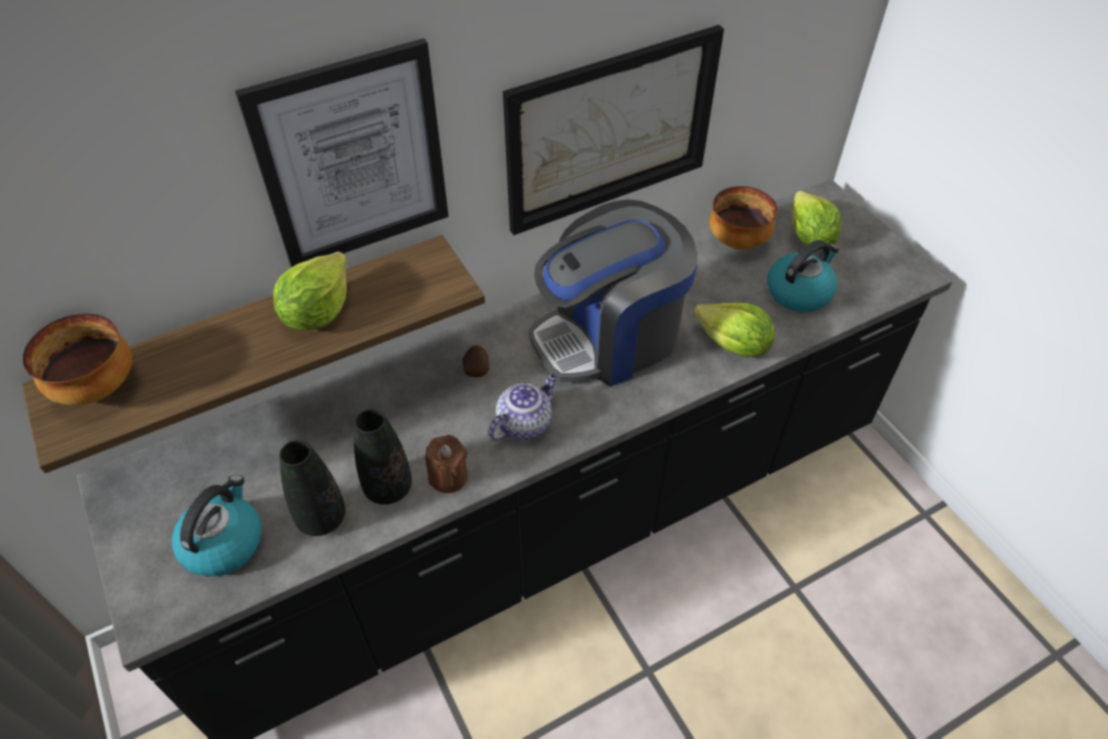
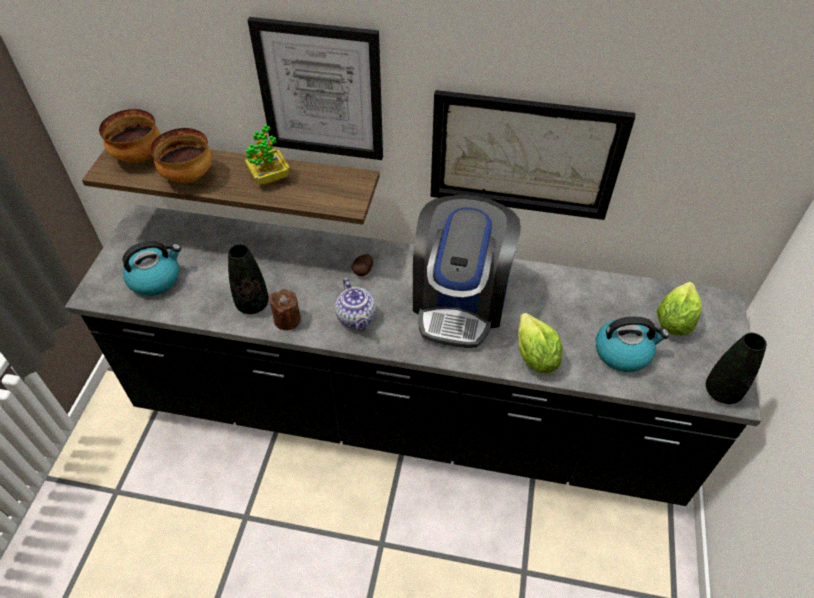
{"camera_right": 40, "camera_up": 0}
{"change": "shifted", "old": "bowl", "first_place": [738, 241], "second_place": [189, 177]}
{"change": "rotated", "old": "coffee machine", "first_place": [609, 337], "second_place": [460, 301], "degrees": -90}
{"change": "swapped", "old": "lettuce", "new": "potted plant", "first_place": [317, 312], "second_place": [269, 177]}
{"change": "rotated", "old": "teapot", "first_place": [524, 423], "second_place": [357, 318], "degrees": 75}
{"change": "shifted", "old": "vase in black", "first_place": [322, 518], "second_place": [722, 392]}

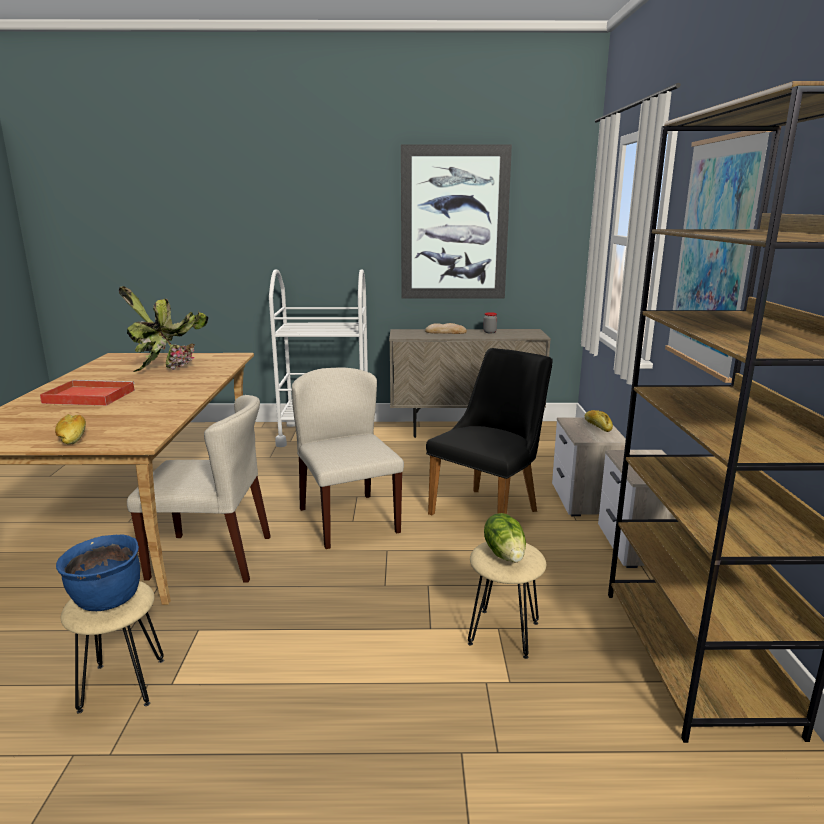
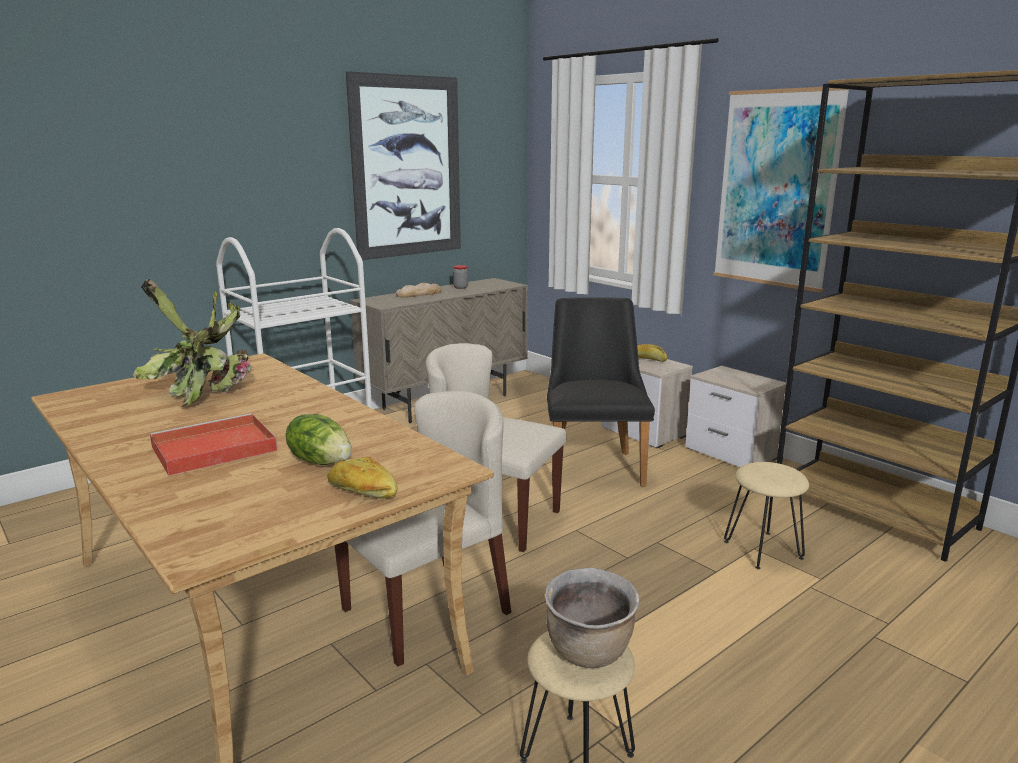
{"camera_right": -40, "camera_up": 0}
{"change": "shifted", "old": "lettuce", "first_place": [505, 554], "second_place": [321, 461]}
{"change": "repainted", "old": "cooking pot in blue", "new": "cooking pot in brown", "first_place": [107, 601], "second_place": [589, 652]}

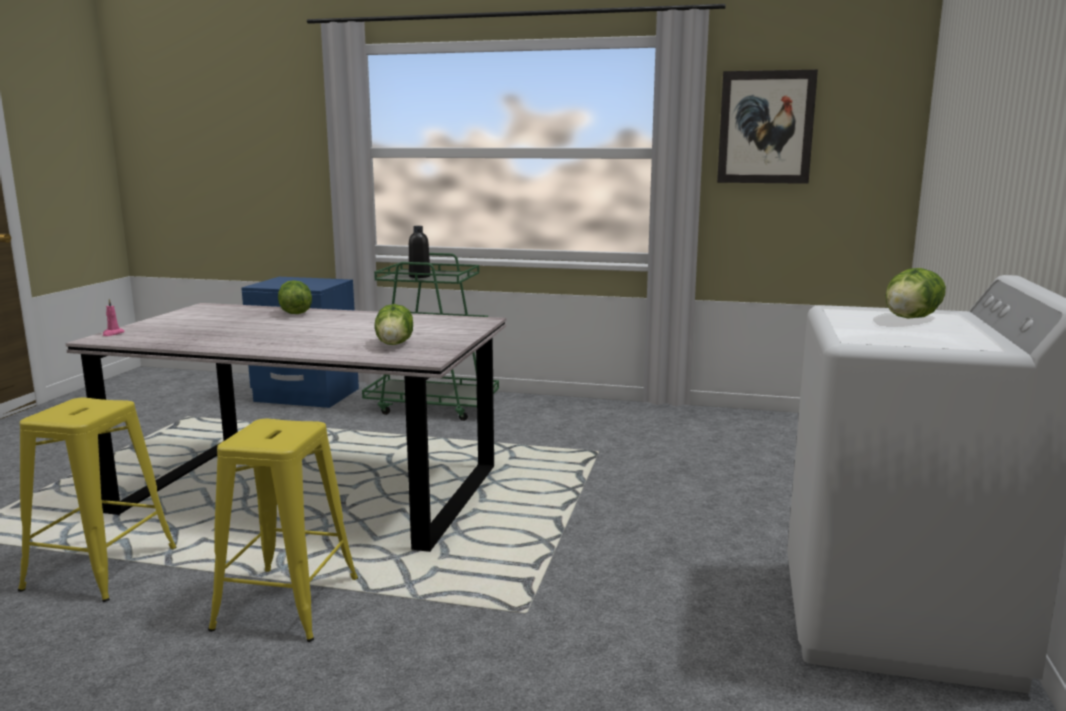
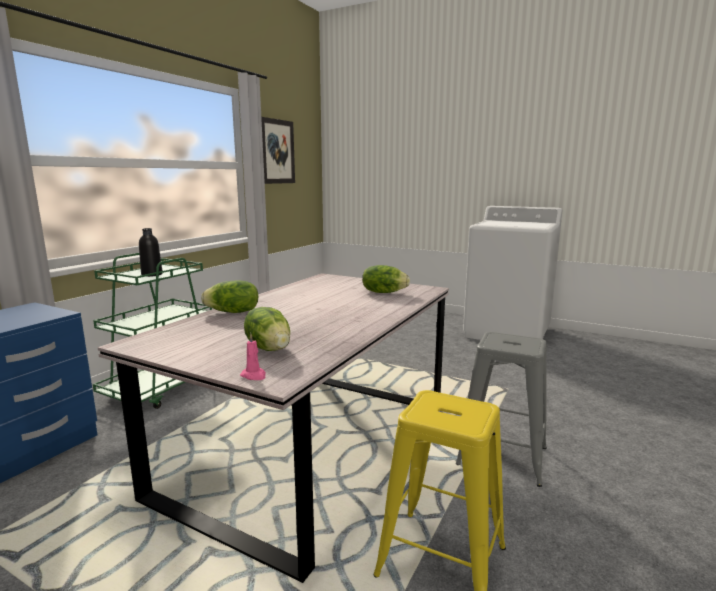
{"camera_right": -75, "camera_up": 0}
{"change": "shifted", "old": "lettuce", "first_place": [912, 318], "second_place": [270, 348]}
{"change": "repainted", "old": "stool in yellow", "new": "stool in grey", "first_place": [287, 603], "second_place": [502, 456]}

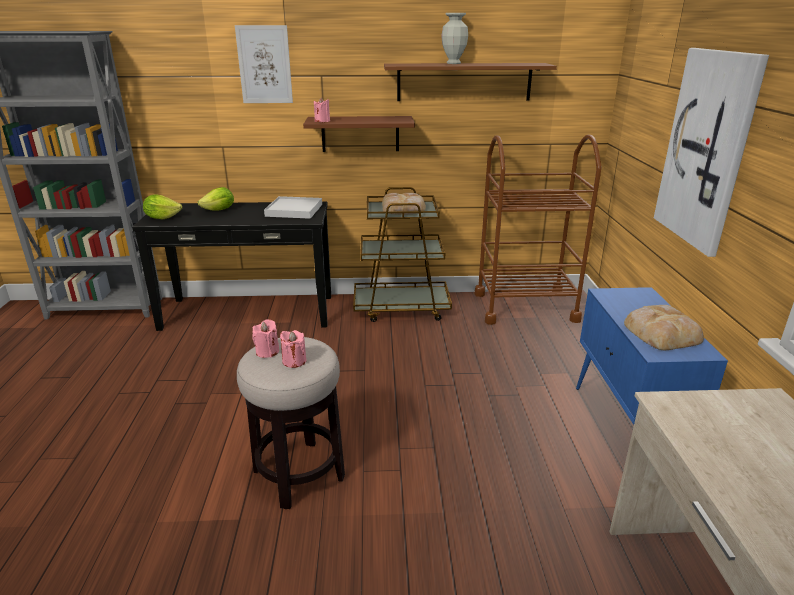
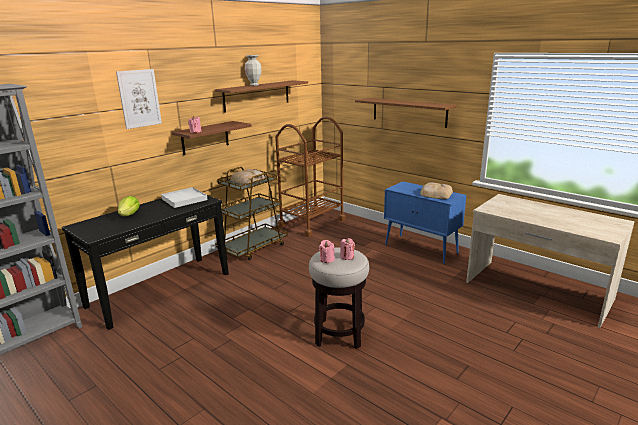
{"camera_right": -45, "camera_up": -5}
{"change": "swapped", "old": "picture", "new": "shelf in brown", "first_place": [707, 149], "second_place": [409, 112]}
{"change": "gone", "old": "lettuce", "first_place": [162, 217]}

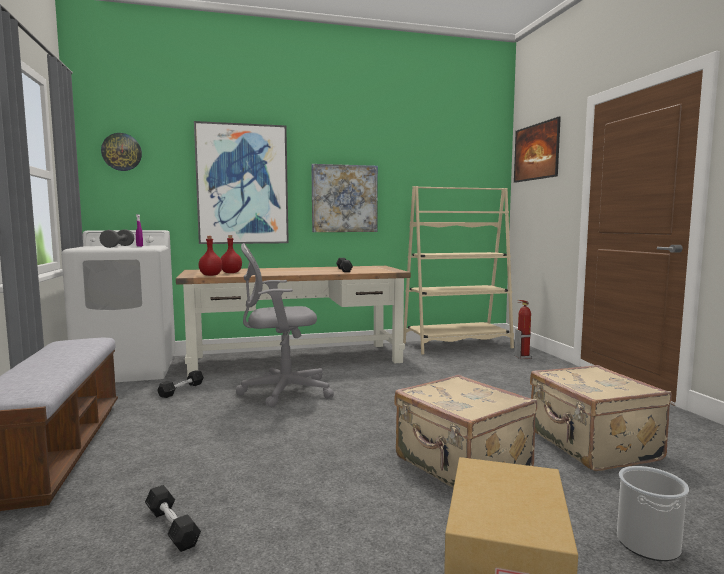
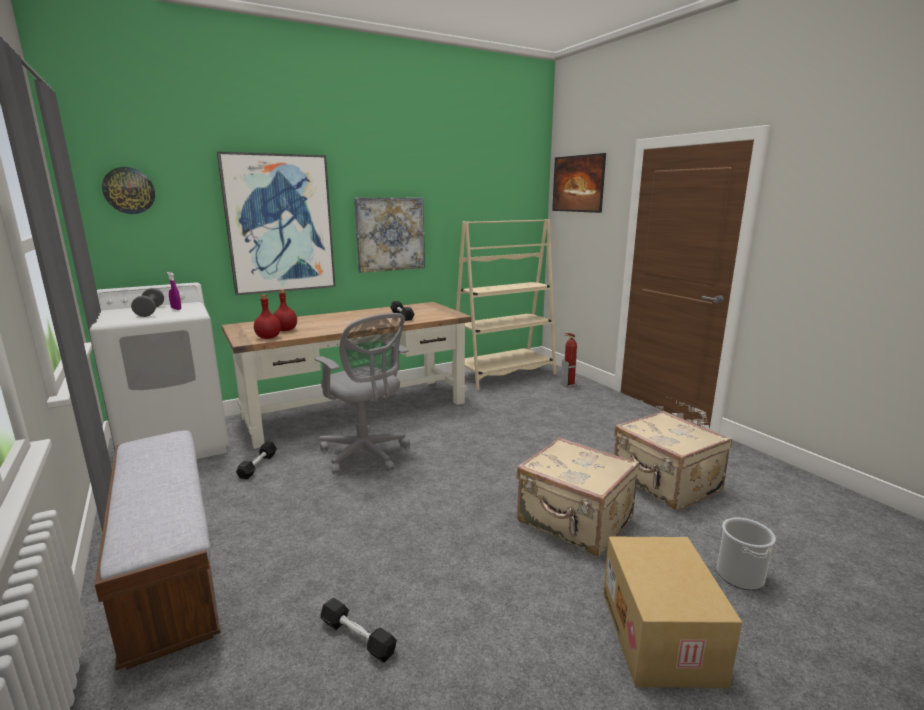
{"camera_right": -15, "camera_up": 10}
{"change": "rotated", "old": "office chair in grey", "first_place": [281, 391], "second_place": [366, 455], "degrees": -105}

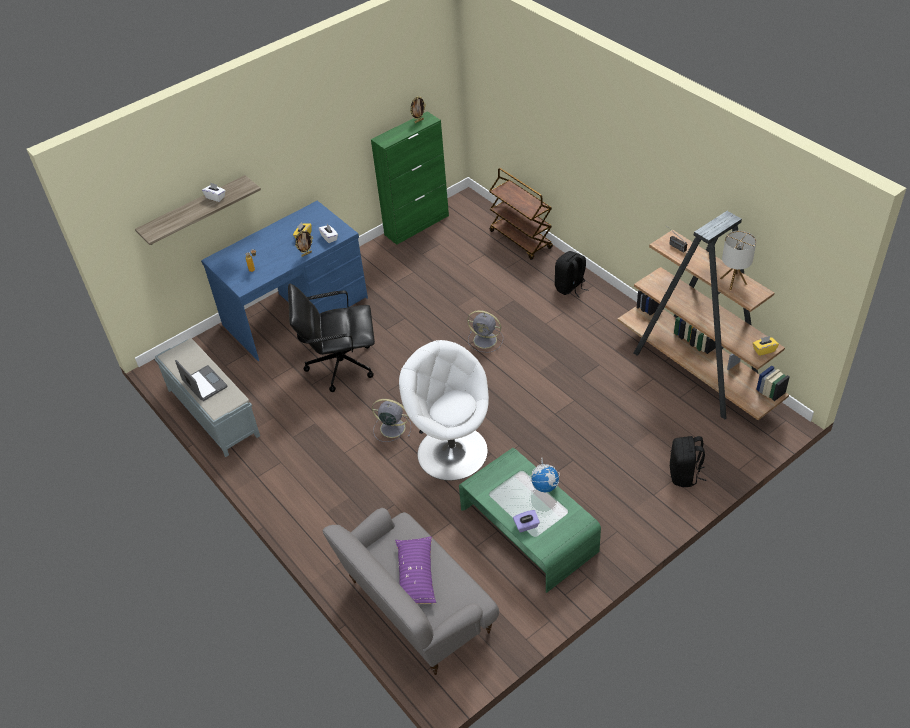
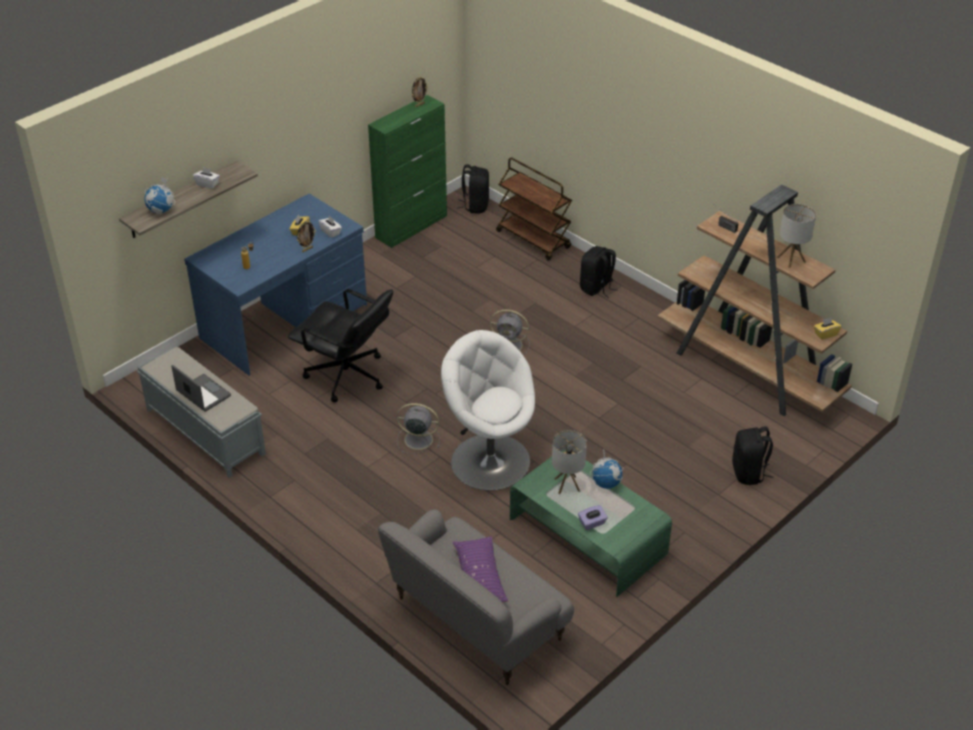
{"camera_right": -10, "camera_up": -5}
{"change": "rotated", "old": "office chair in black", "first_place": [340, 365], "second_place": [346, 376], "degrees": -135}
{"change": "new", "new": "backpack in black", "second_place": [475, 206]}
{"change": "new", "new": "globe", "second_place": [161, 210]}
{"change": "new", "new": "table lamp", "second_place": [567, 485]}

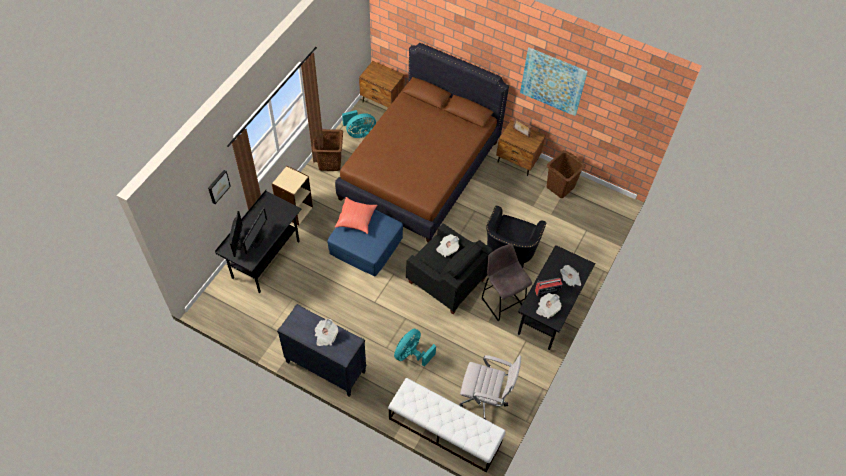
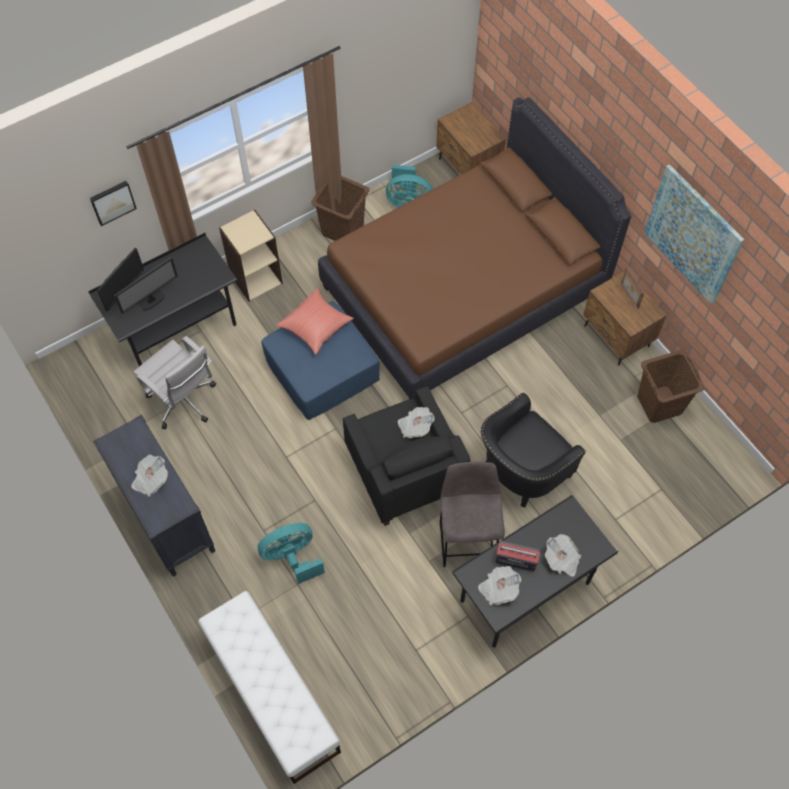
{"camera_right": 30, "camera_up": 5}
{"change": "shifted", "old": "office chair in white", "first_place": [485, 399], "second_place": [185, 402]}

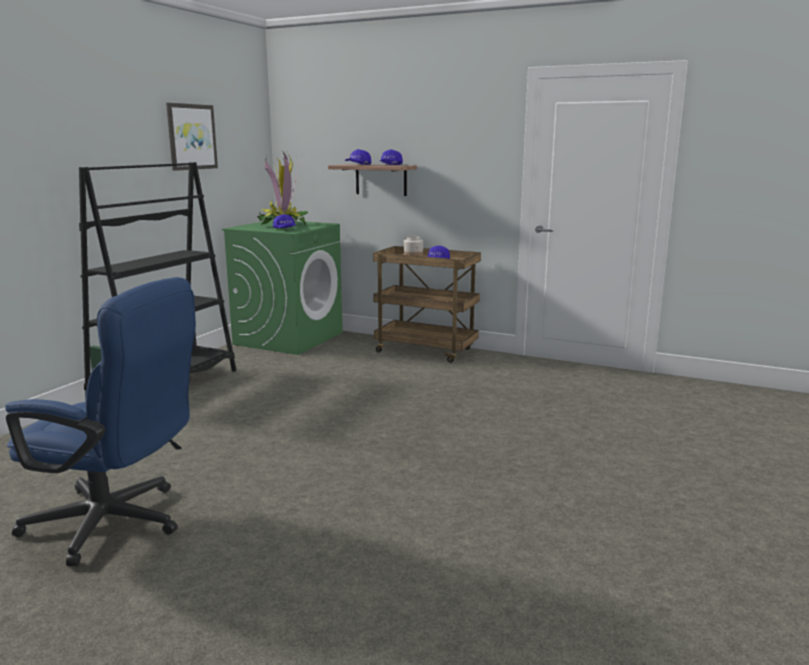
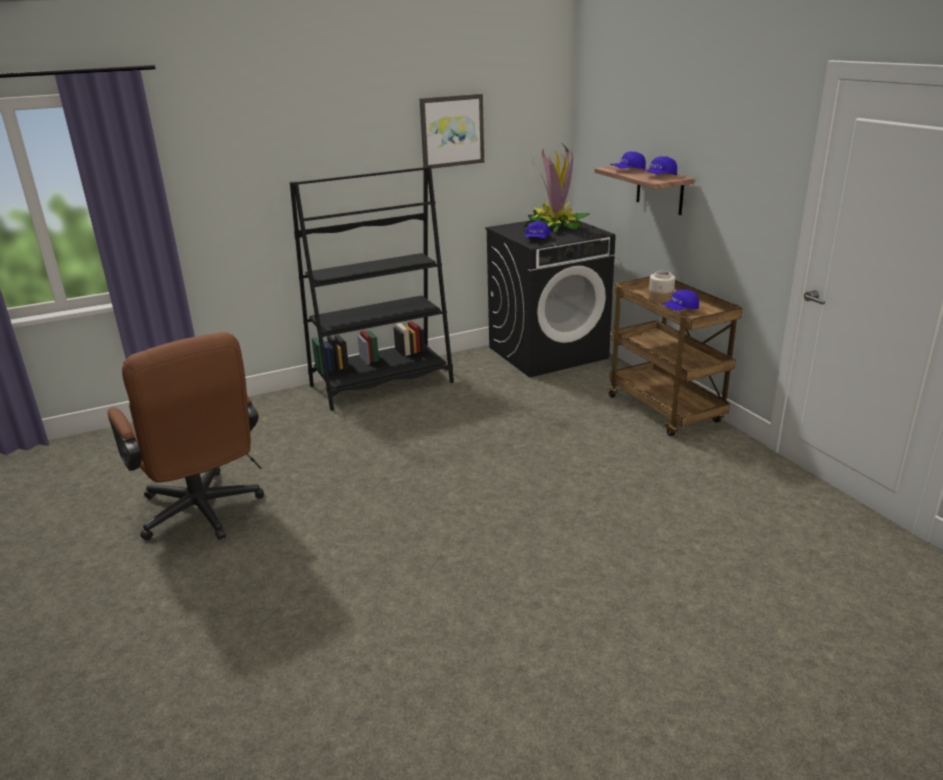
{"camera_right": 40, "camera_up": 10}
{"change": "repainted", "old": "washing machine in green", "new": "washing machine in black", "first_place": [289, 338], "second_place": [548, 352]}
{"change": "repainted", "old": "office chair in blue", "new": "office chair in brown", "first_place": [118, 524], "second_place": [203, 514]}

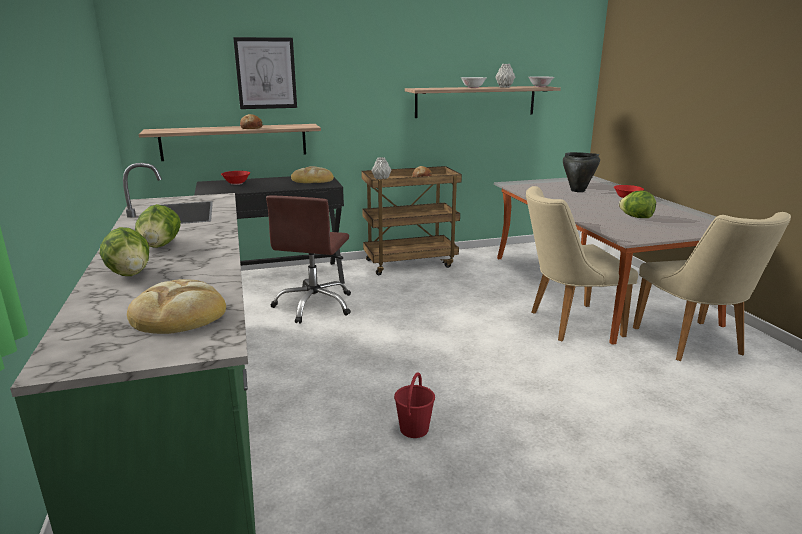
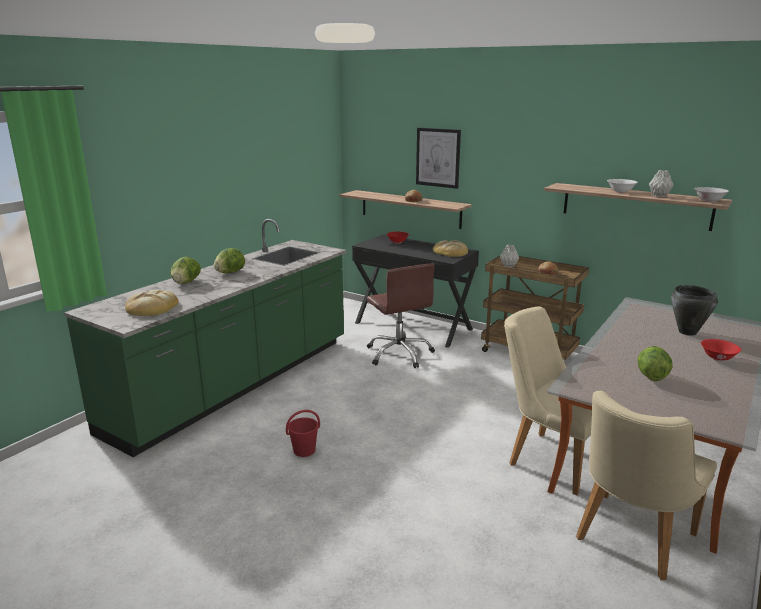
{"camera_right": 50, "camera_up": 0}
{"change": "rotated", "old": "office chair in brown", "first_place": [314, 305], "second_place": [399, 354], "degrees": -90}

